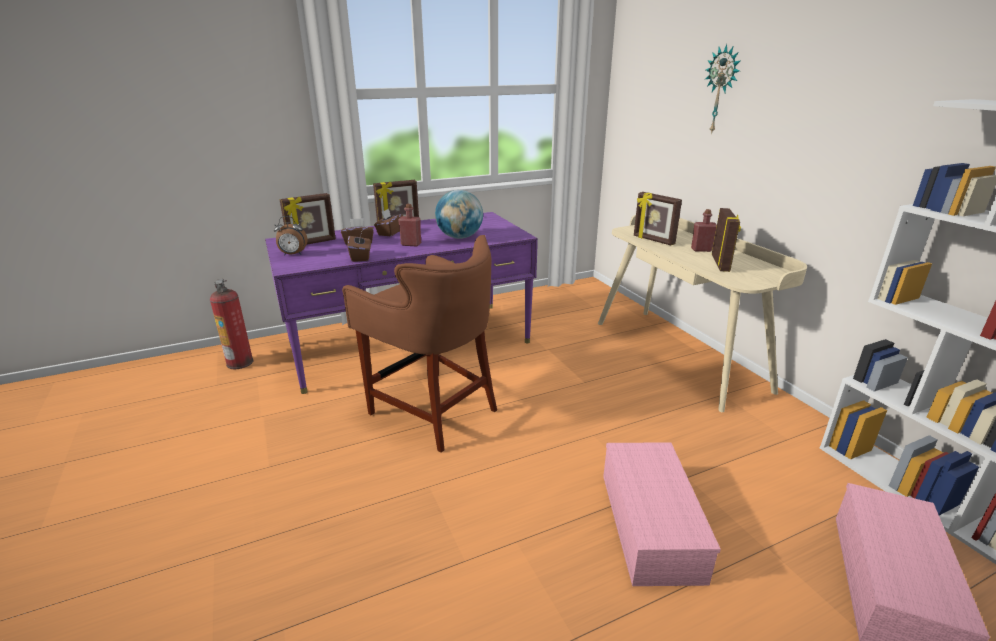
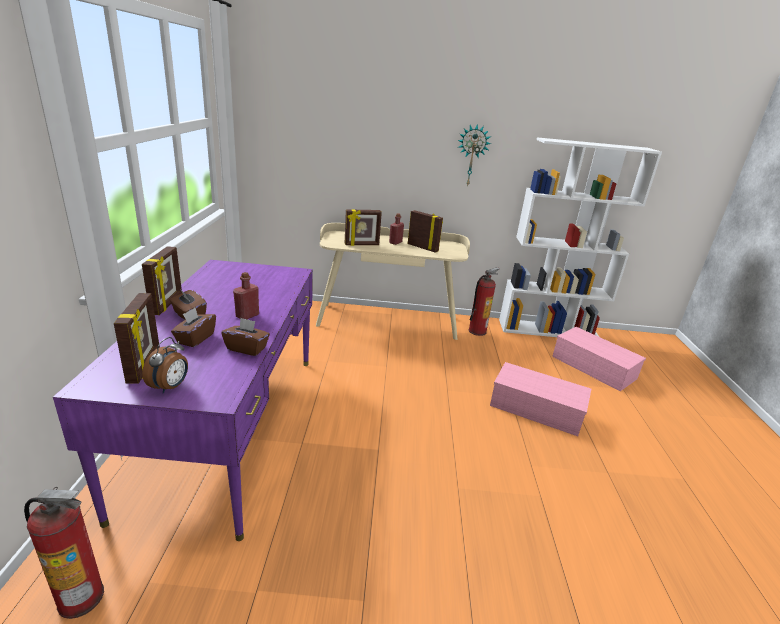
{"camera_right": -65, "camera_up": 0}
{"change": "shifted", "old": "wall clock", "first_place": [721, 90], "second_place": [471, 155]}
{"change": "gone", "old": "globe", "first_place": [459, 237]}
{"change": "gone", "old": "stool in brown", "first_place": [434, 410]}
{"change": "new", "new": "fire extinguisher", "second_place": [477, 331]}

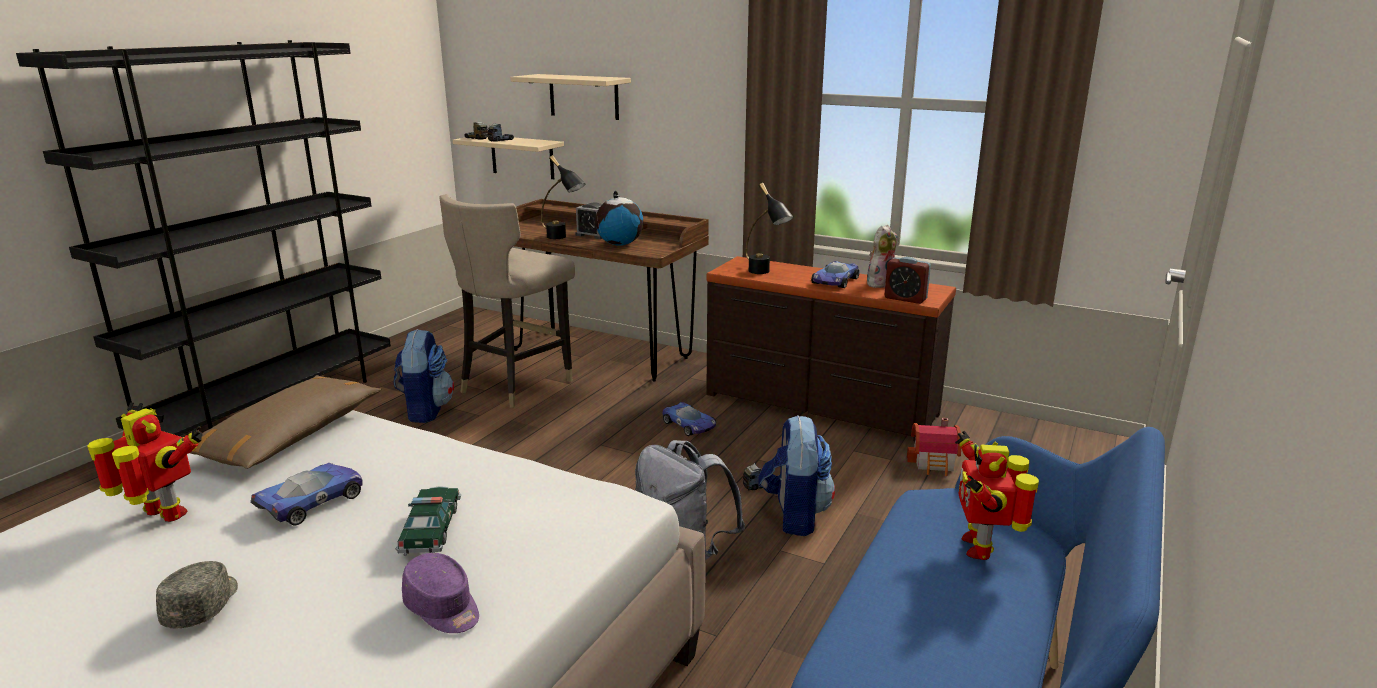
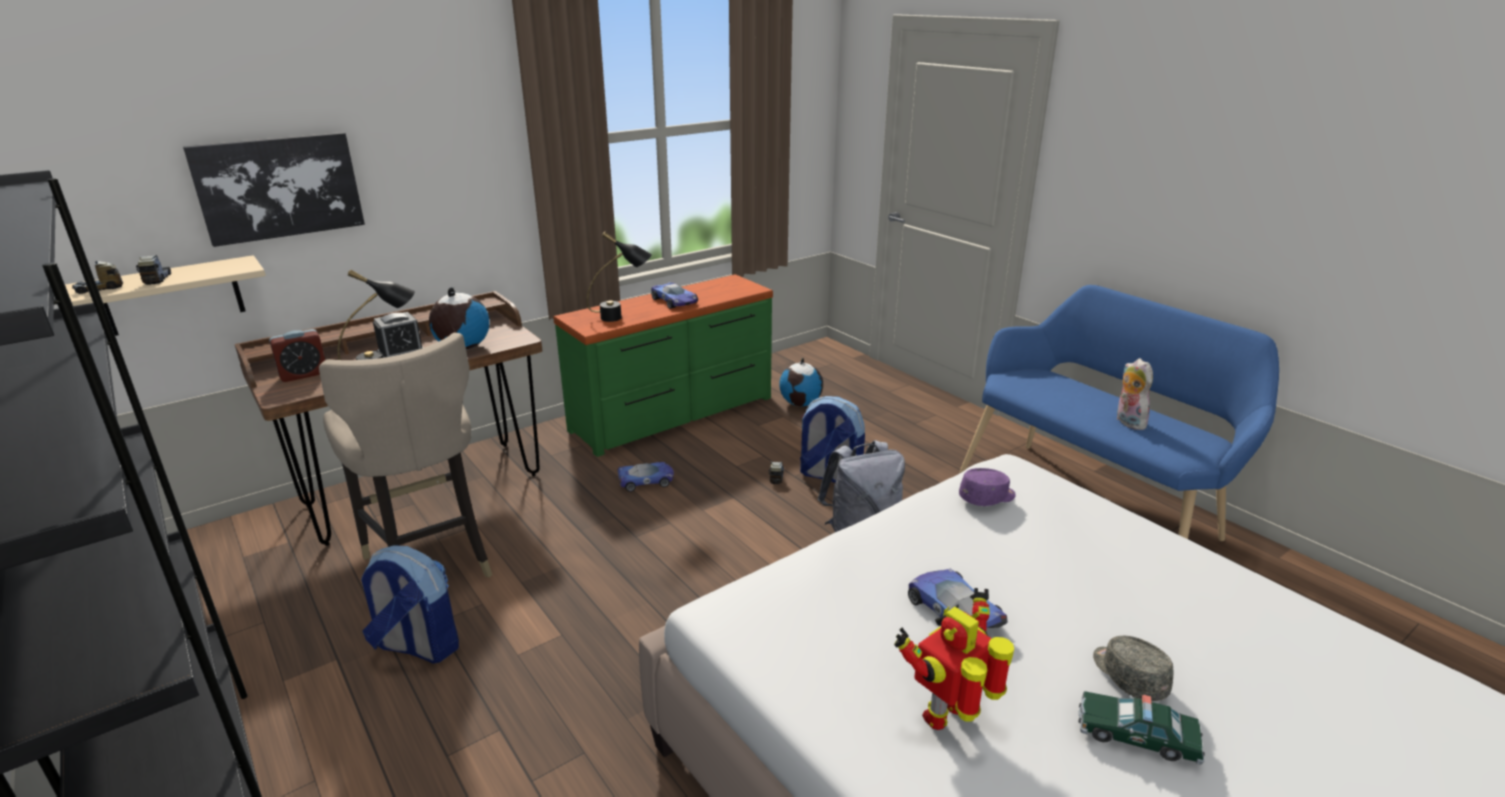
{"camera_right": -65, "camera_up": 5}
{"change": "swapped", "old": "shelf in beige", "new": "picture", "first_place": [583, 96], "second_place": [279, 187]}
{"change": "shifted", "old": "plush toy", "first_place": [879, 283], "second_place": [1127, 422]}
{"change": "repainted", "old": "dresser in brown", "new": "dresser in green", "first_place": [819, 405], "second_place": [674, 414]}
{"change": "shifted", "old": "alarm clock", "first_place": [905, 299], "second_place": [304, 374]}
{"change": "gone", "old": "pillow in brown", "first_place": [289, 436]}
{"change": "swapped", "old": "toy house", "new": "globe", "first_place": [935, 463], "second_place": [801, 403]}
{"change": "gone", "old": "toy robot", "first_place": [980, 546]}
{"change": "shifted", "old": "toy car", "first_place": [431, 529], "second_place": [1137, 736]}
{"change": "shifted", "old": "cap in purple", "first_place": [443, 608], "second_place": [987, 497]}
{"change": "rotated", "old": "cap in grey", "first_place": [203, 605], "second_place": [1128, 676], "degrees": 45}

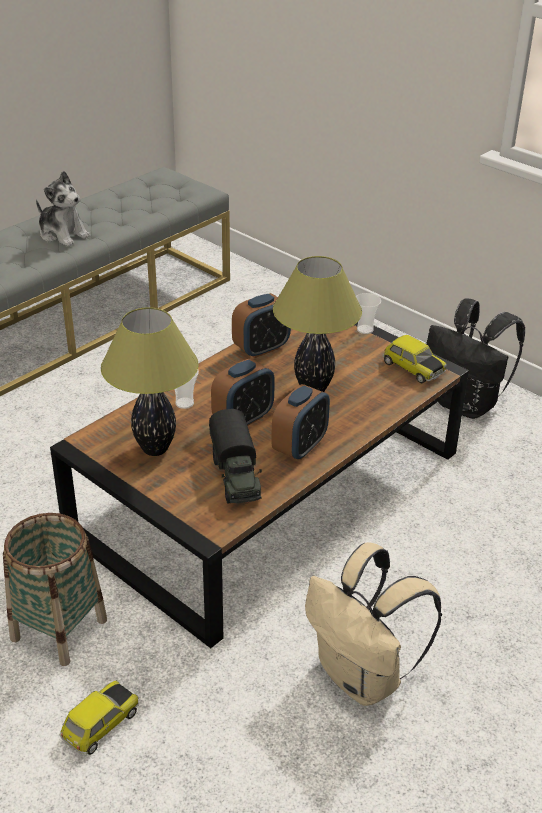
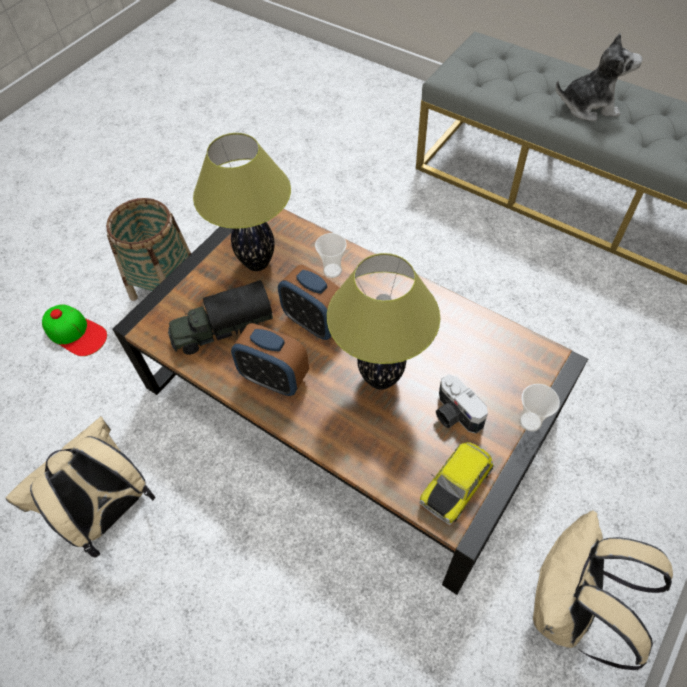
{"camera_right": 85, "camera_up": 20}
{"change": "rotated", "old": "plush toy", "first_place": [63, 234], "second_place": [589, 106], "degrees": -120}
{"change": "gone", "old": "alarm clock", "first_place": [261, 348]}
{"change": "repainted", "old": "backpack in black", "new": "backpack in beige", "first_place": [466, 405], "second_place": [566, 609]}
{"change": "swapped", "old": "toy car", "new": "cap", "first_place": [101, 725], "second_place": [76, 333]}
{"change": "new", "new": "photo camera", "second_place": [454, 415]}

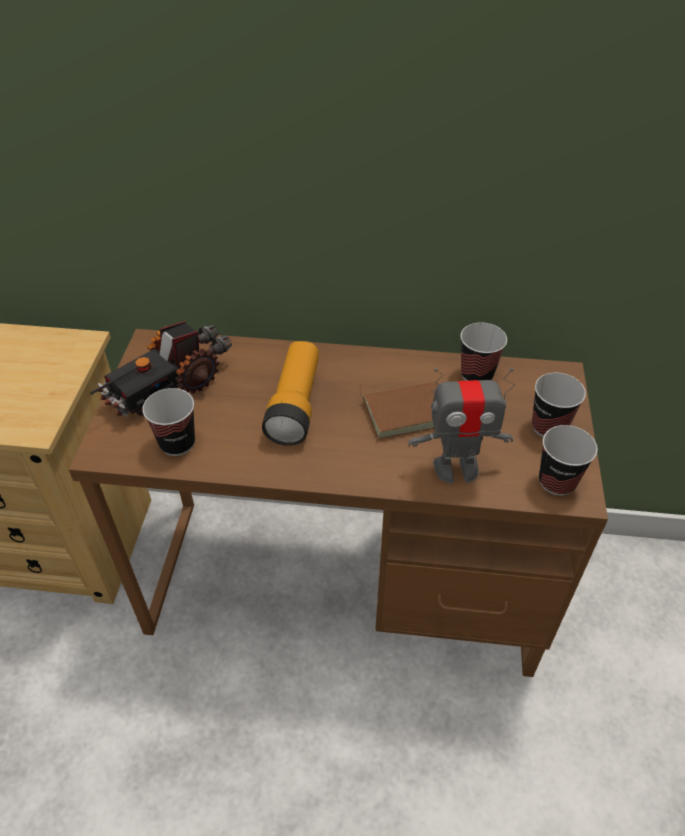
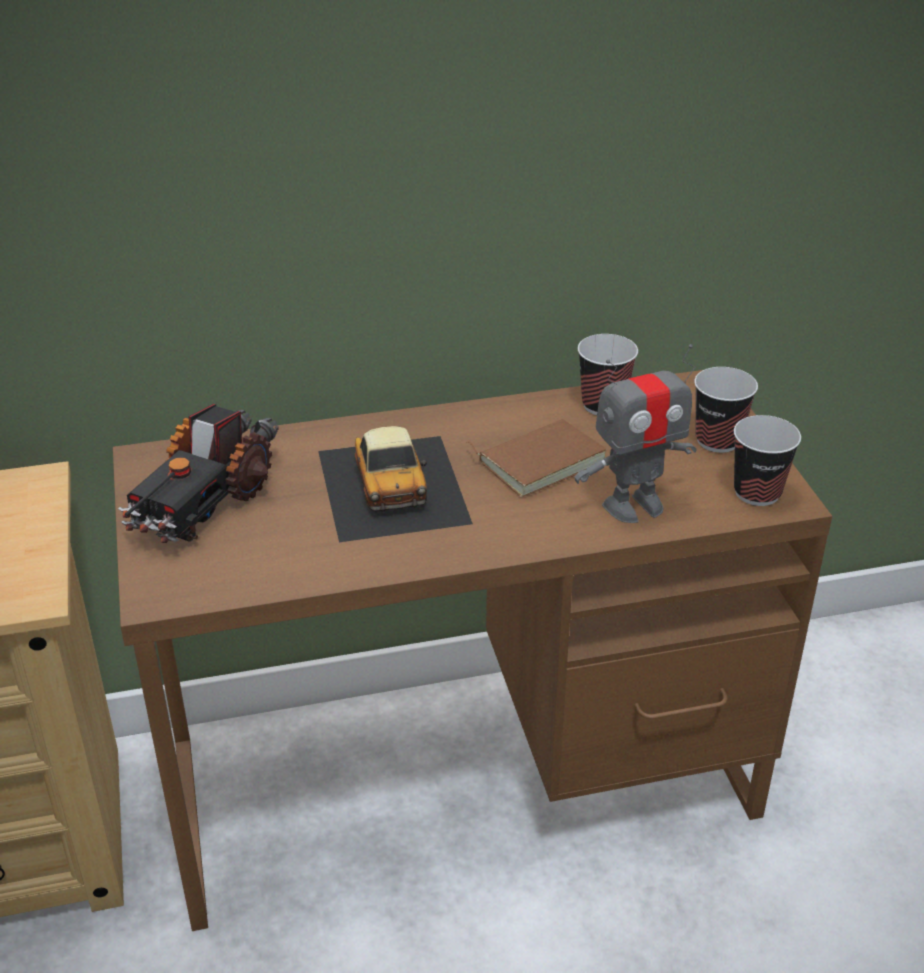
{"camera_right": -20, "camera_up": -10}
{"change": "swapped", "old": "flashlight", "new": "toy car", "first_place": [295, 405], "second_place": [393, 485]}
{"change": "gone", "old": "cup", "first_place": [177, 443]}

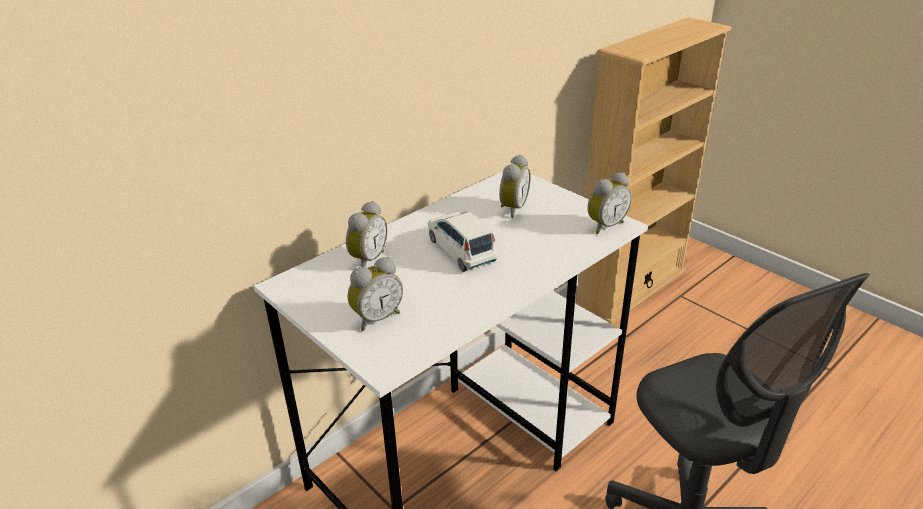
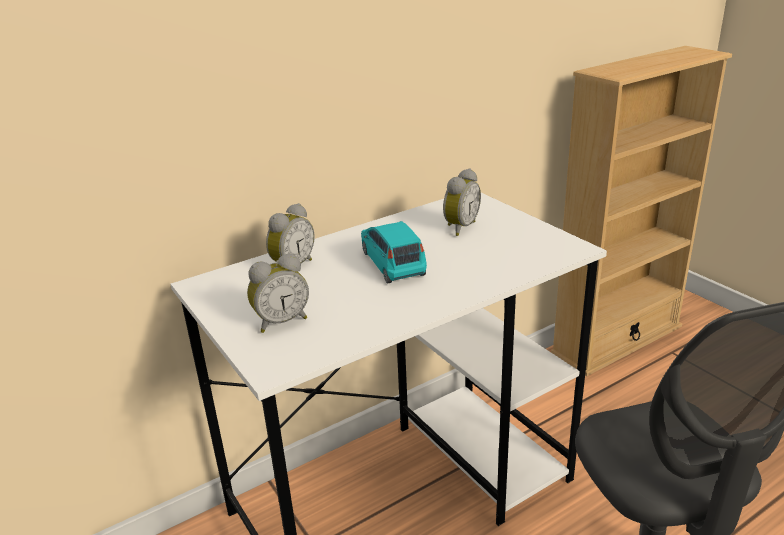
{"camera_right": 10, "camera_up": -5}
{"change": "gone", "old": "alarm clock", "first_place": [604, 225]}
{"change": "repainted", "old": "toy car in white", "new": "toy car in turquoise", "first_place": [461, 250], "second_place": [392, 263]}

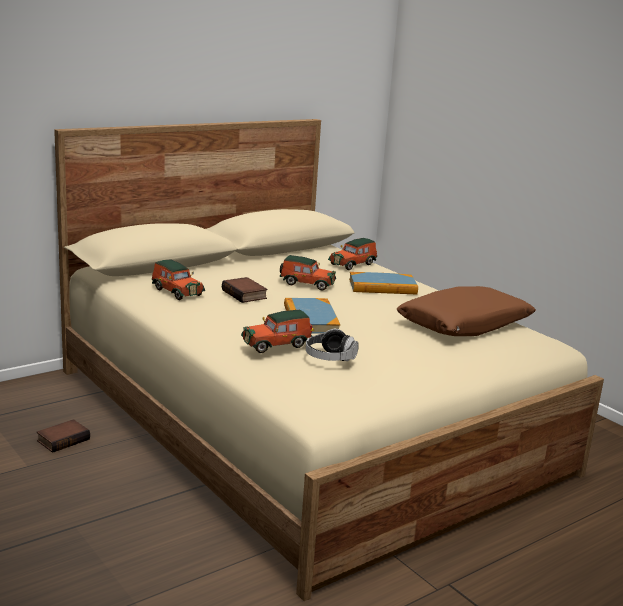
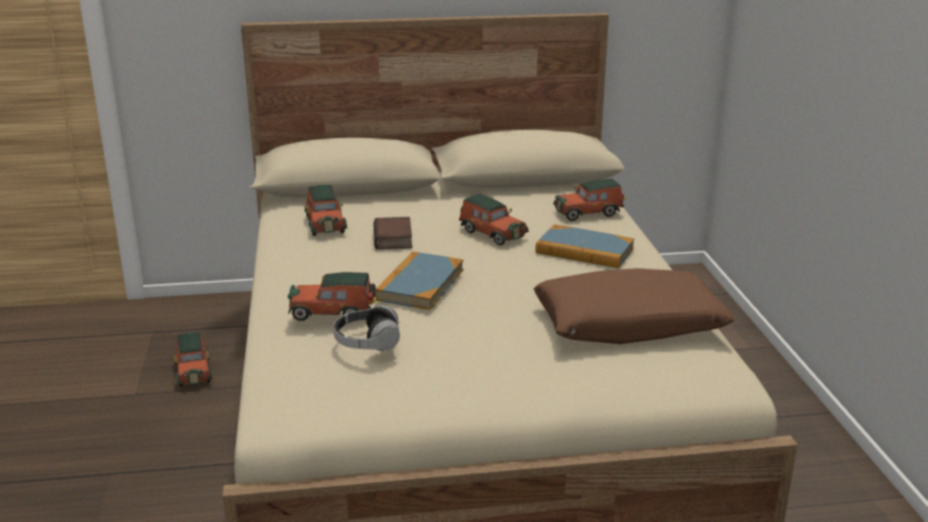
{"camera_right": 30, "camera_up": 5}
{"change": "swapped", "old": "book", "new": "toy car", "first_place": [63, 439], "second_place": [193, 371]}

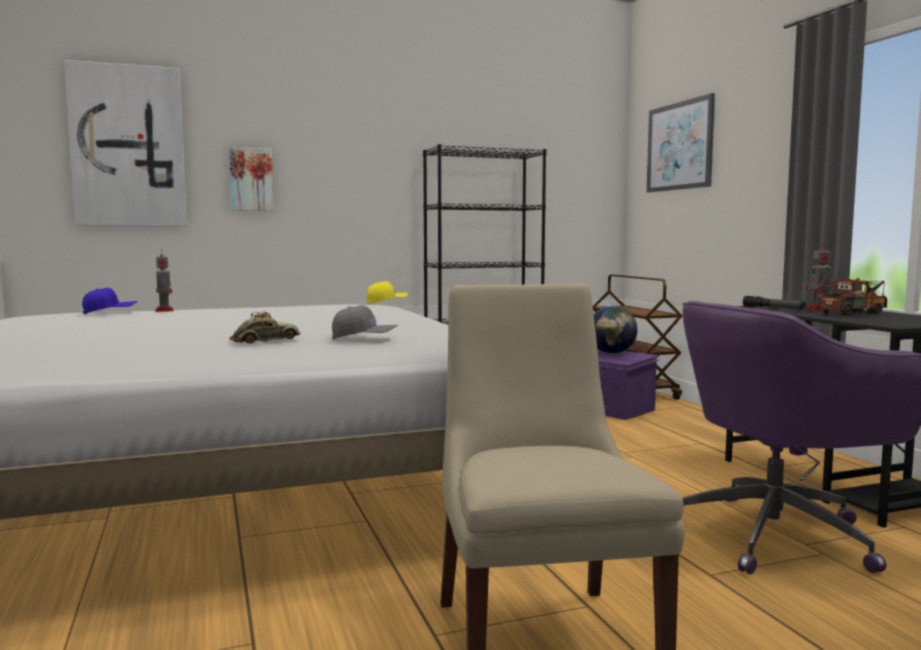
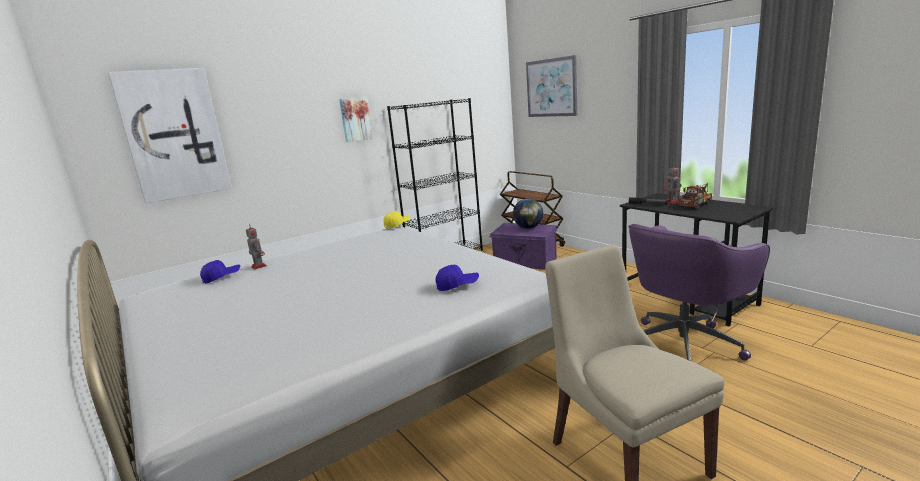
{"camera_right": -15, "camera_up": 10}
{"change": "shifted", "old": "picture", "first_place": [251, 179], "second_place": [355, 119]}
{"change": "repainted", "old": "cap in grey", "new": "cap in blue", "first_place": [364, 339], "second_place": [457, 285]}
{"change": "gone", "old": "toy car", "first_place": [265, 341]}

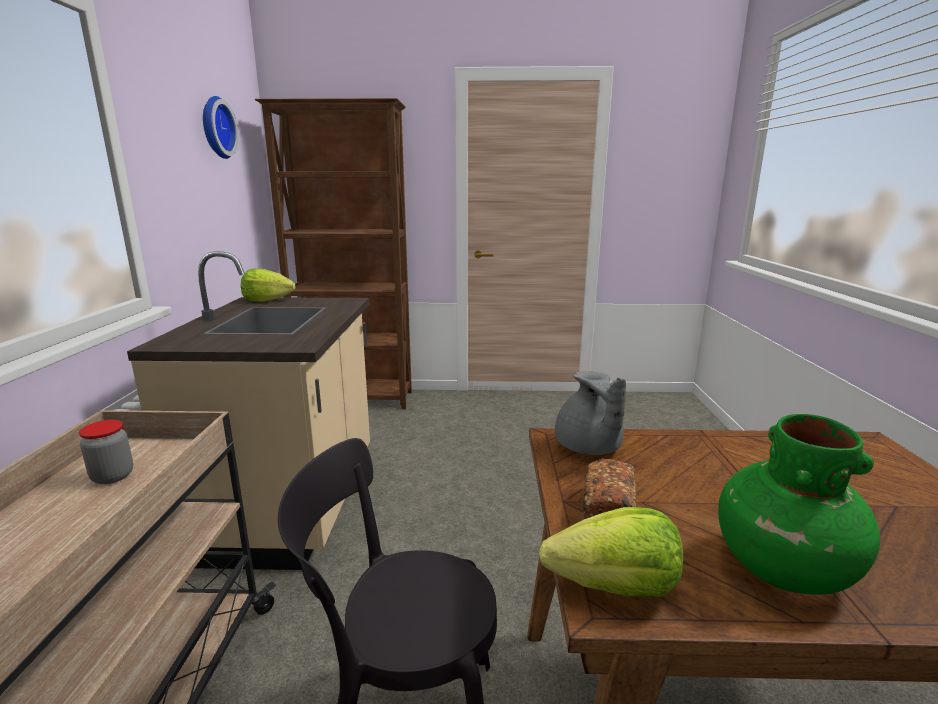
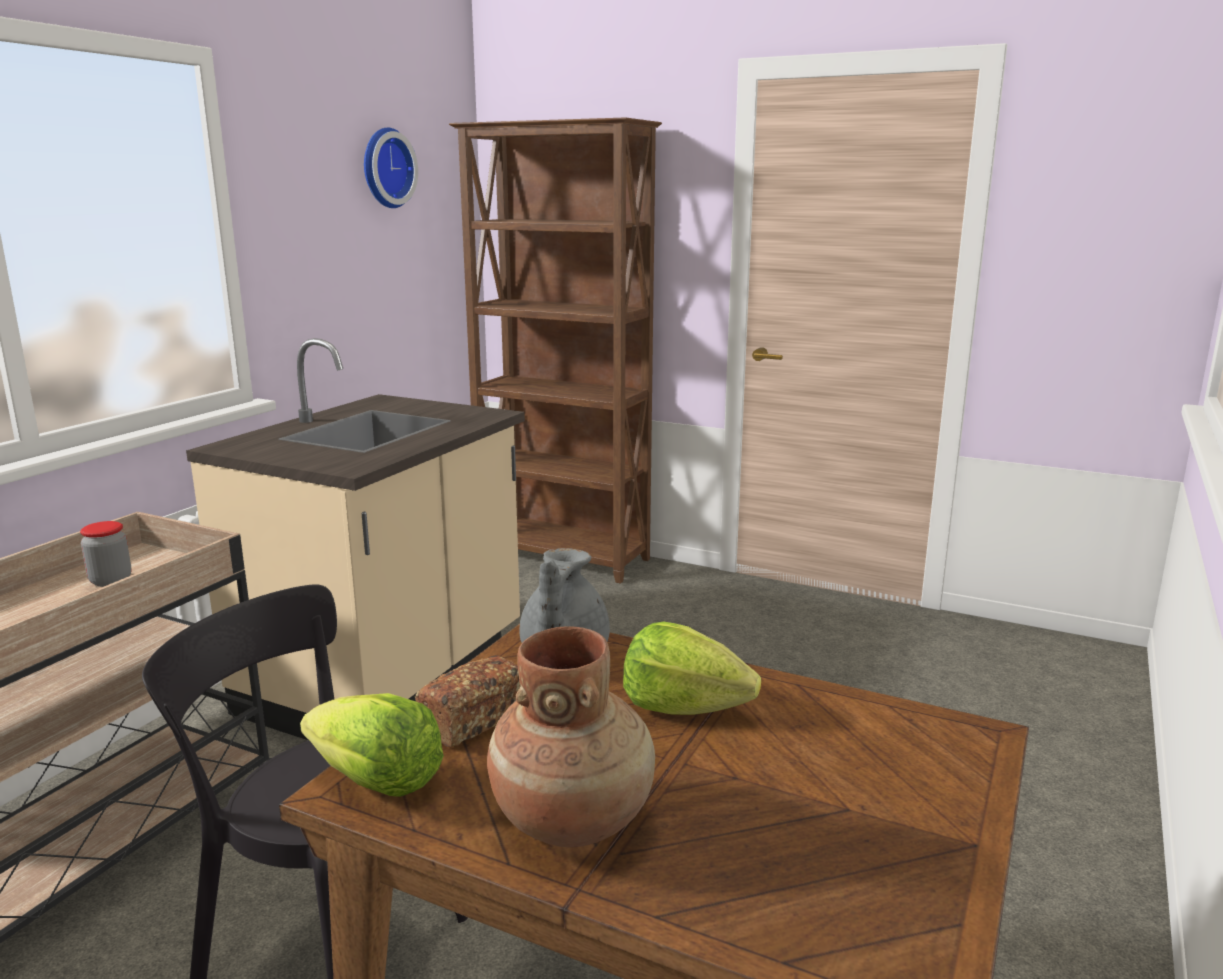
{"camera_right": 25, "camera_up": 0}
{"change": "shifted", "old": "lettuce", "first_place": [267, 300], "second_place": [683, 707]}
{"change": "repainted", "old": "vase in green", "new": "vase in brown", "first_place": [782, 567], "second_place": [573, 818]}

